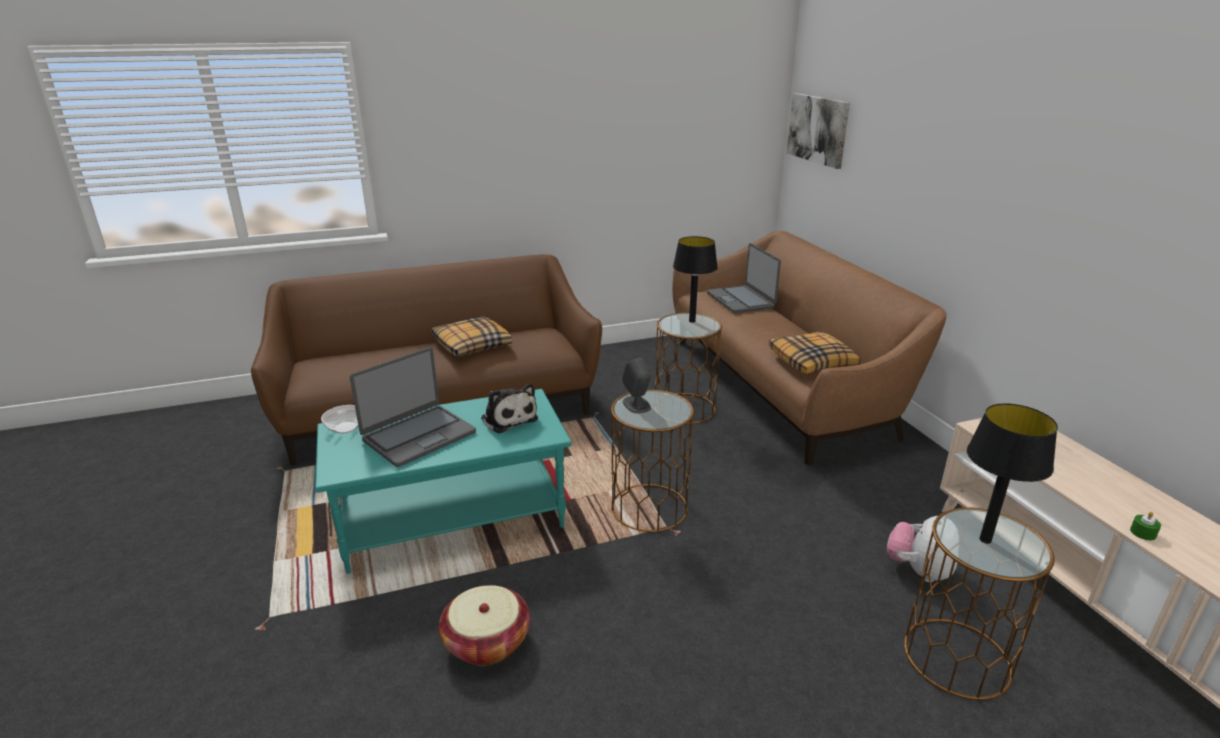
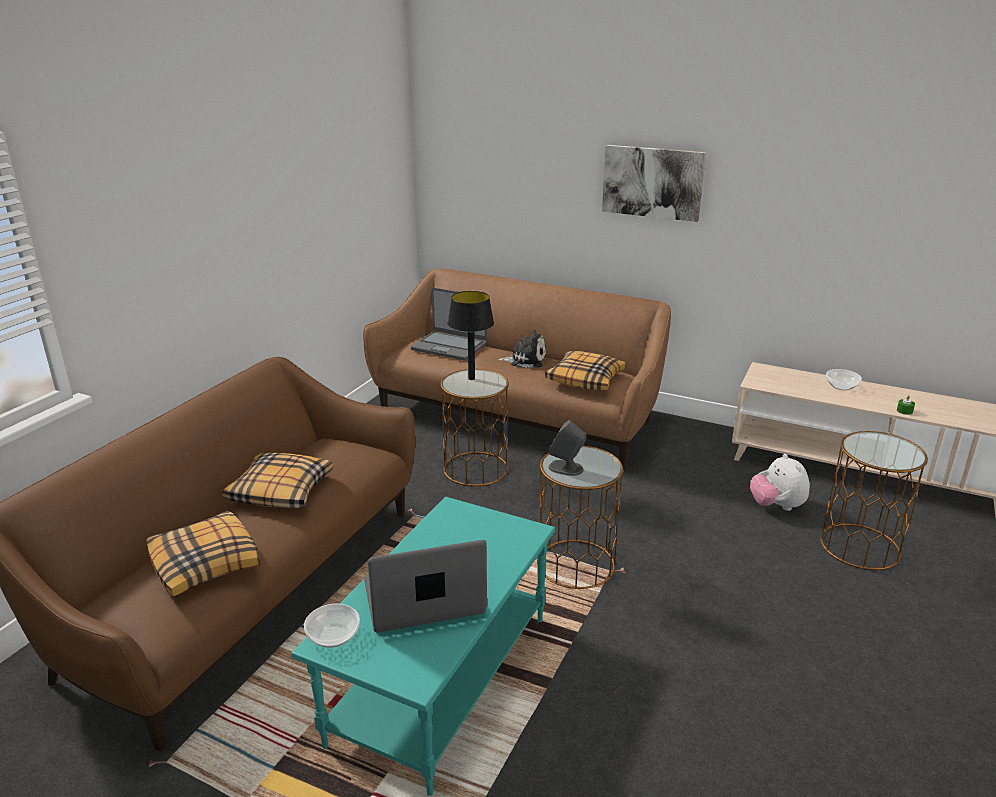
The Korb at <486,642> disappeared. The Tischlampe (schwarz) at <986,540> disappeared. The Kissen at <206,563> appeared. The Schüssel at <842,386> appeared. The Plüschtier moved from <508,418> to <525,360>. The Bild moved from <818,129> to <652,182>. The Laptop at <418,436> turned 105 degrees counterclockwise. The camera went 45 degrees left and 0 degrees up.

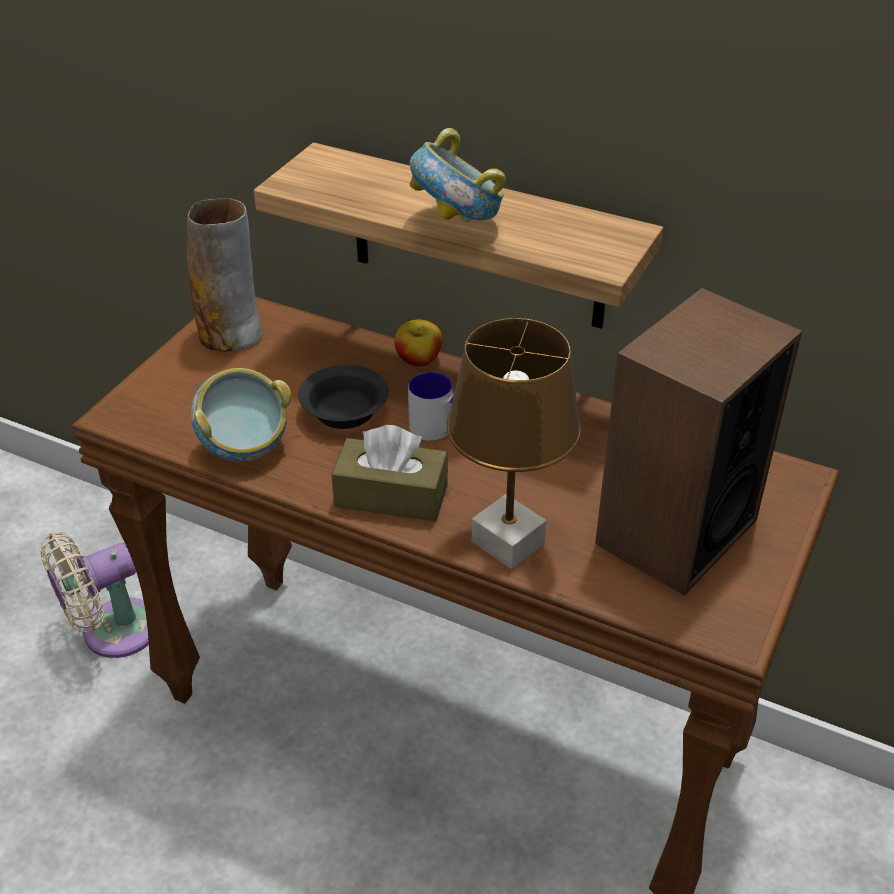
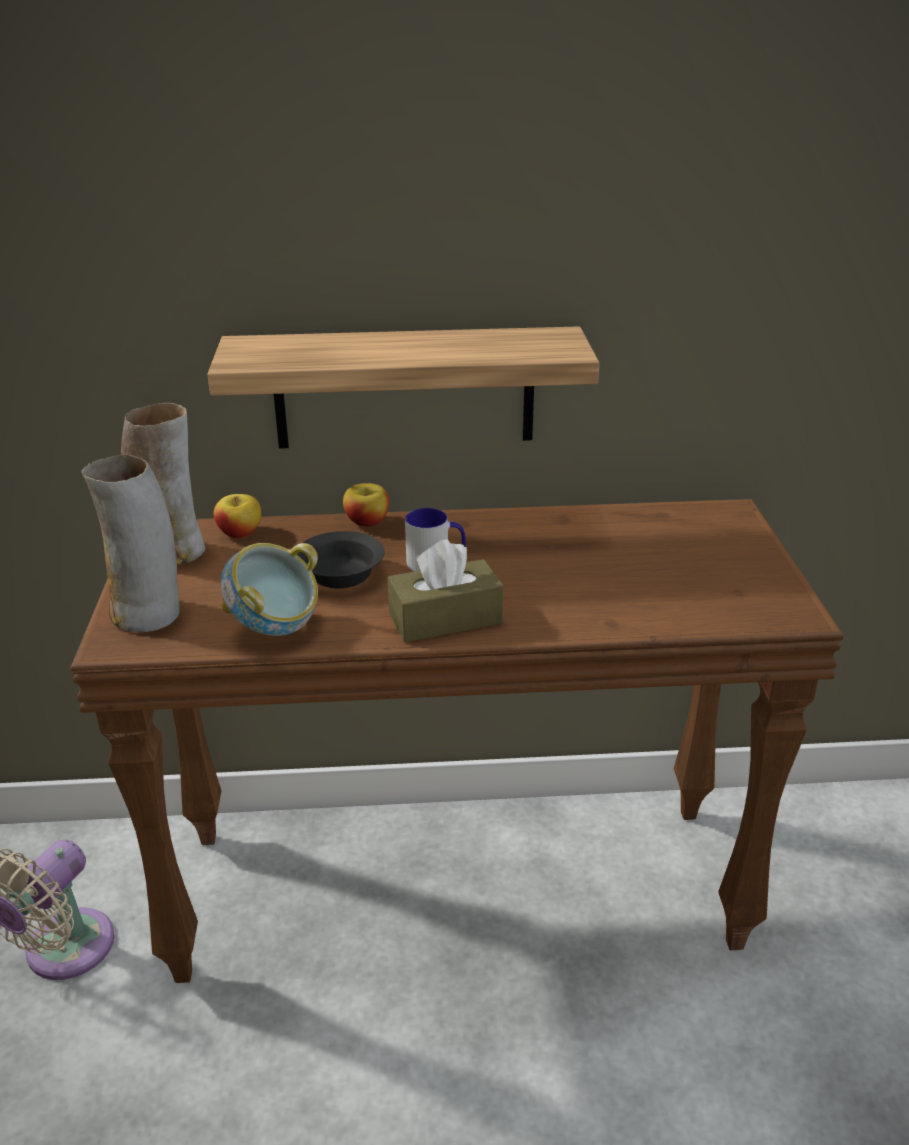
The Schüssel at <457,224> disappeared. The Tischlampe (braun) at <506,542> disappeared. The Lautsprecher at <675,531> disappeared. The Vase at <148,613> appeared. The Apfel at <240,533> appeared. The camera went 30 degrees left and 10 degrees down.

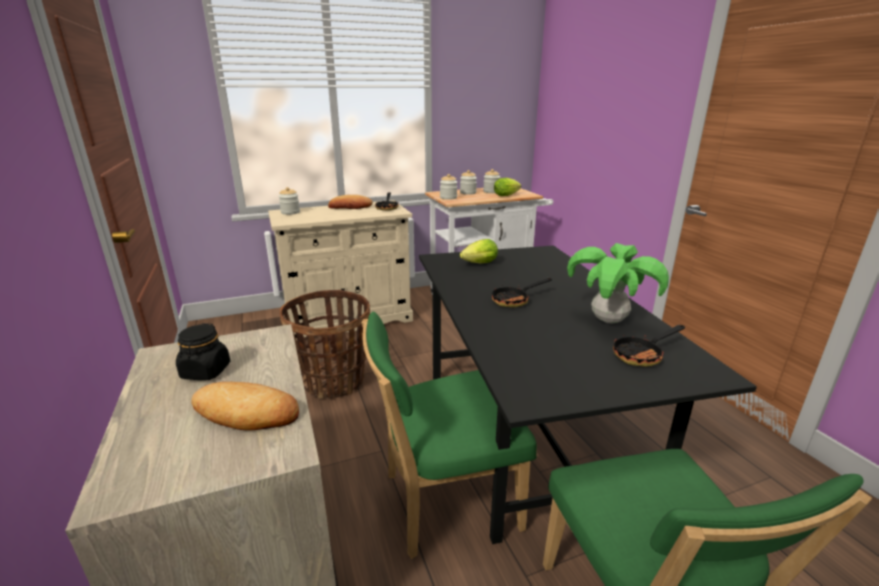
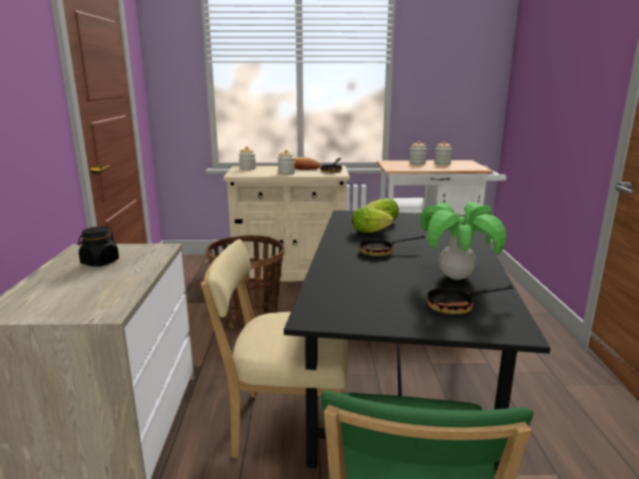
The Brot at <246,412> disappeared. The Vorratsglas moved from <448,198> to <286,173>. The Salatkopf moved from <507,195> to <372,232>. The Stuhl (grün) at <444,502> became the Stuhl (beige) at <285,425>. The camera went 20 degrees right and 5 degrees down.

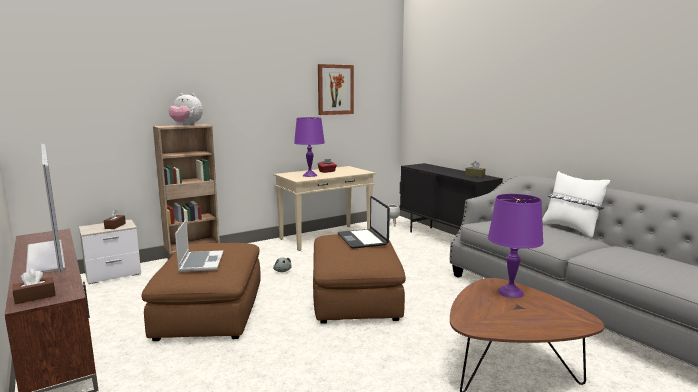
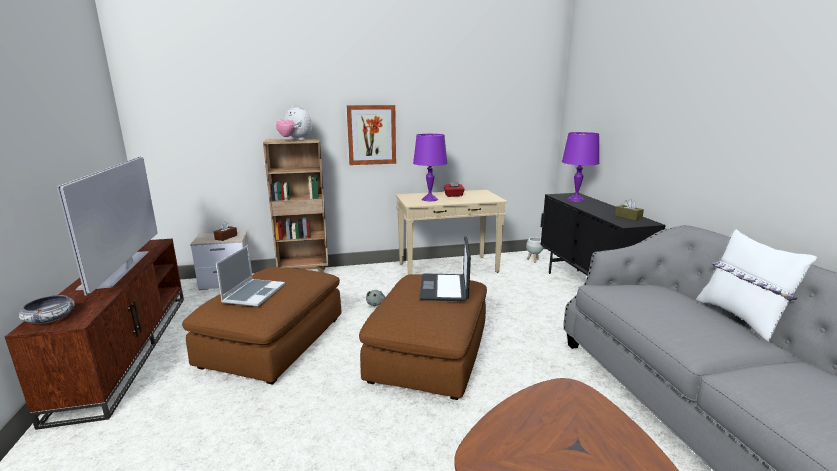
The Bild moved from <335,89> to <371,135>. The Tischlampe (lila) moved from <510,292> to <576,200>. The Taschentuchbox (braun) at <35,297> was replaced by the Schüssel at <50,319>. The camera went 20 degrees right and 5 degrees up.

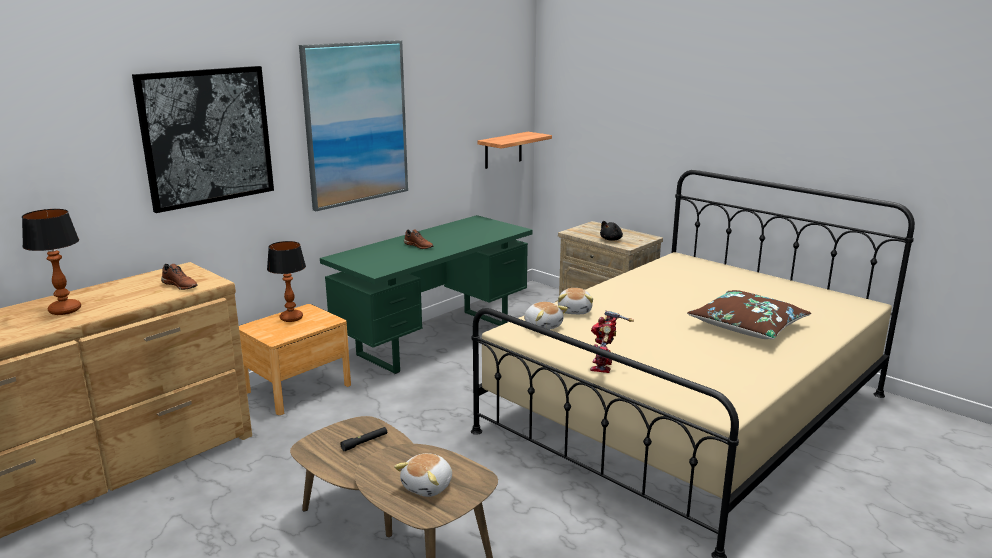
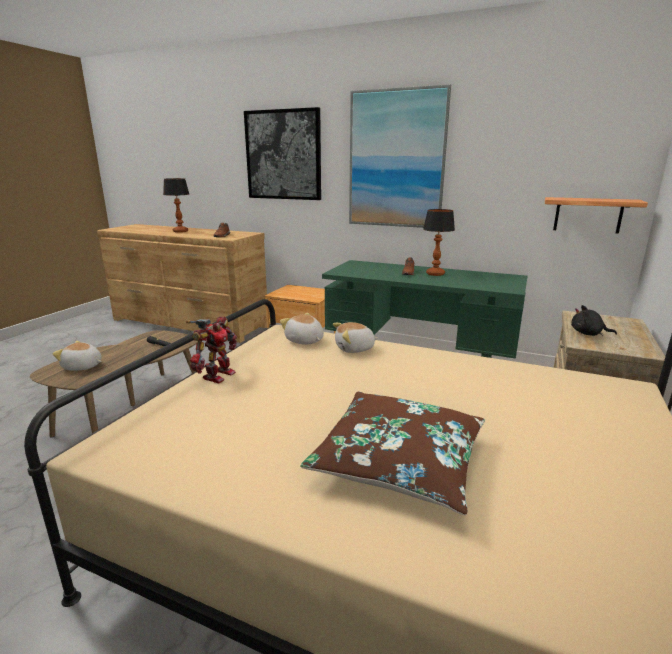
The Tischlampe moved from <291,318> to <435,274>. The Plüschtier at <543,326> turned 105 degrees clockwise. The Spielzeugroboter at <604,366> turned 120 degrees clockwise. The camera went 70 degrees right and 0 degrees up.

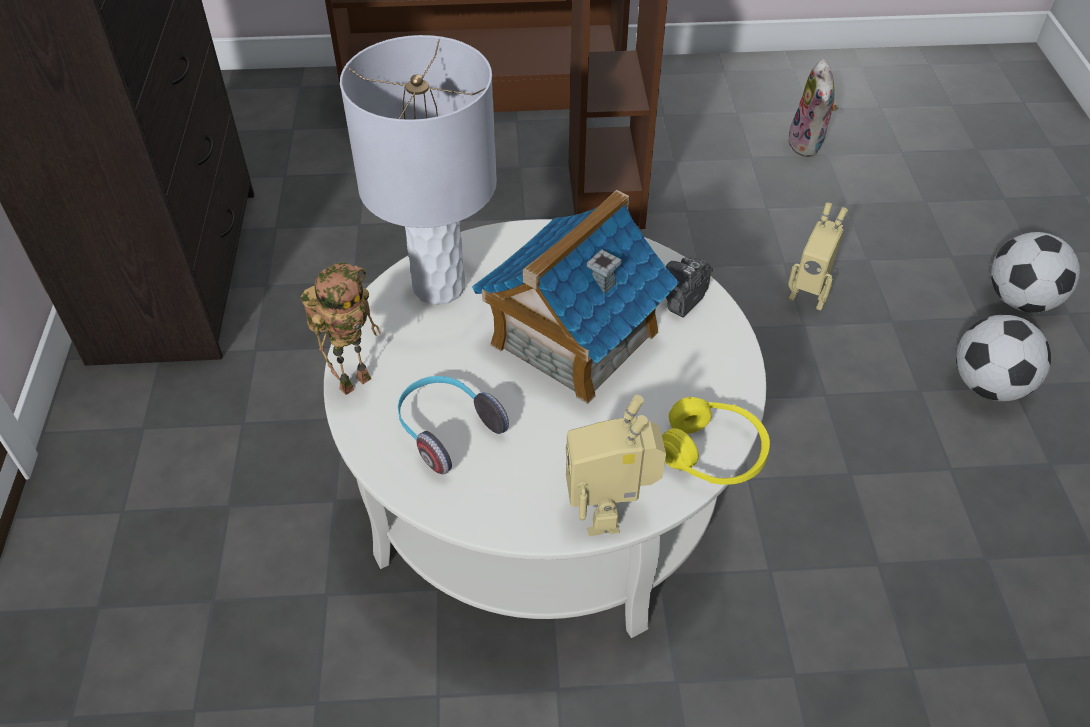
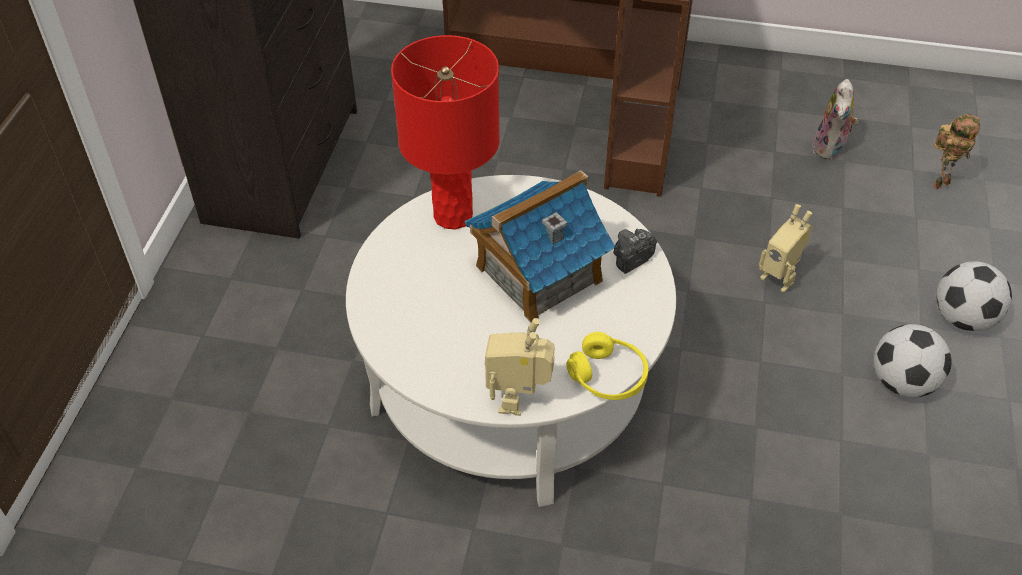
The Kopfhörer at <446,430> disappeared. The Spielzeugroboter moved from <355,380> to <940,183>. The Tischlampe (grau) at <440,287> became the Tischlampe (rot) at <453,216>. The camera went 15 degrees right and 0 degrees up.

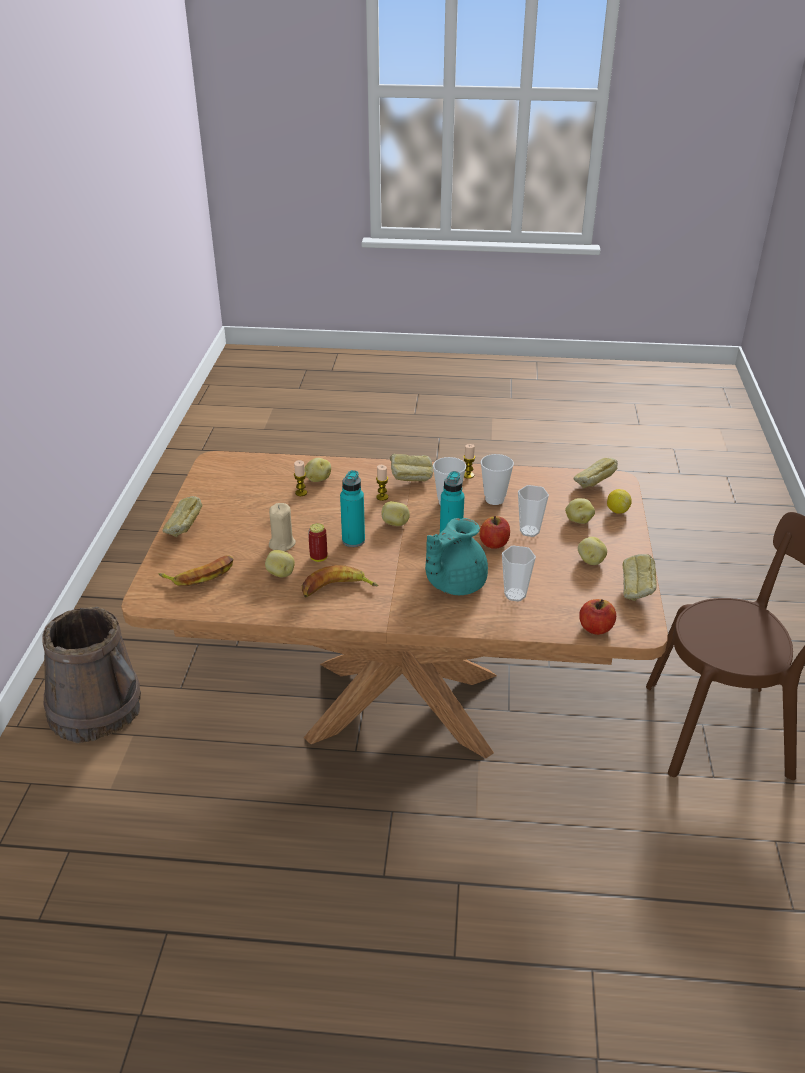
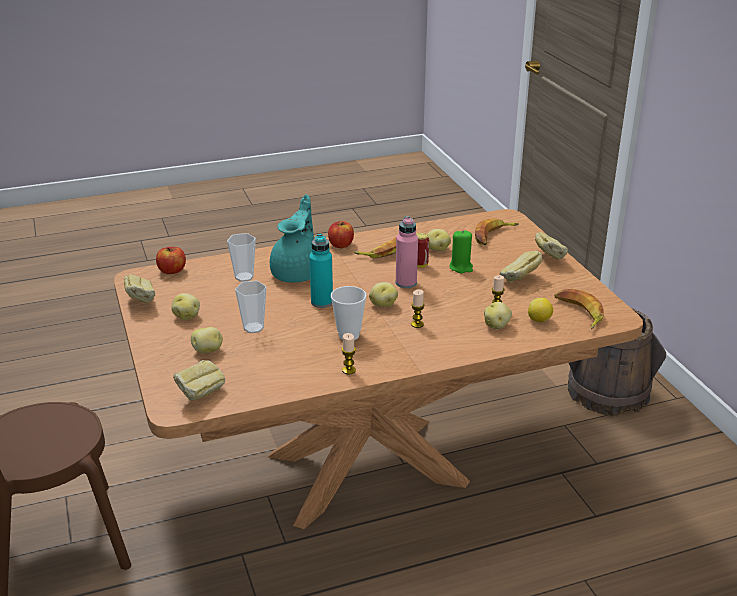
The Tasse at <494,499> disappeared. The Banane at <578,312> appeared. The Brot moved from <411,480> to <520,279>. The Apfel moved from <494,543> to <341,245>. The Zitrone moved from <617,510> to <539,320>. The Kerze (beige) at <282,543> became the Kerze (grün) at <461,267>. The Flasche (türkis) at <353,540> became the Flasche (rosa) at <406,283>. The camera went 155 degrees right and 5 degrees down.

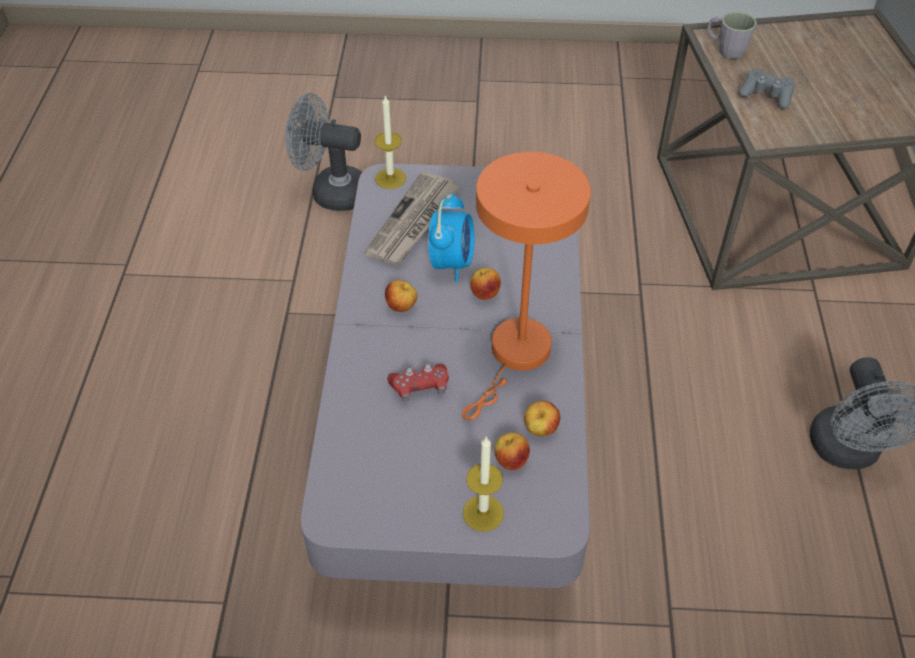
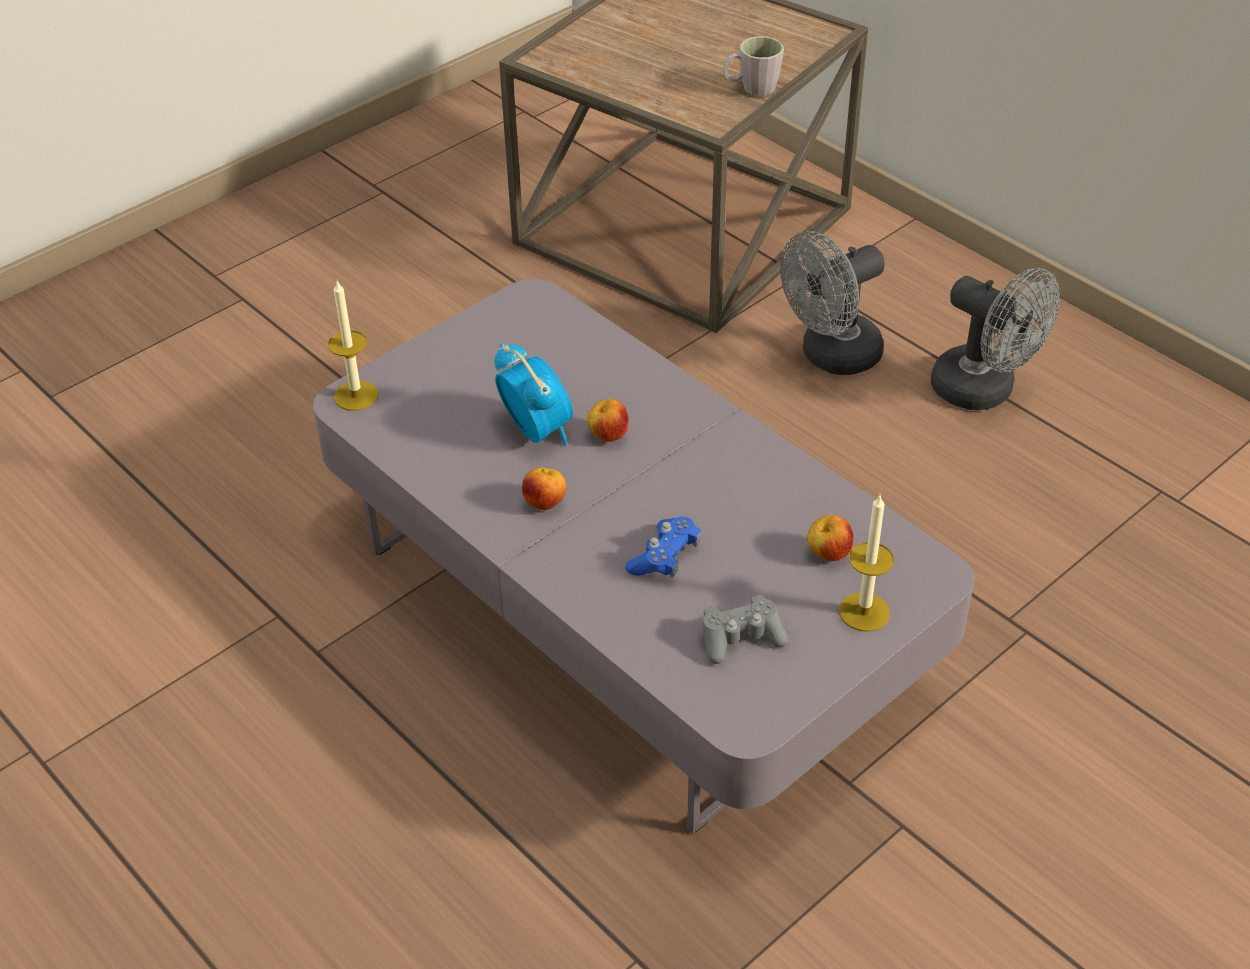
The Zeitung at <413,222> disappeared. The Tischlampe (orange) at <516,356> disappeared. The Apfel at <540,430> disappeared. The Ventilator (grau) moved from <331,192> to <831,357>. The Henkelbecher (grau) moved from <725,49> to <751,88>. The Gamepad (grau) moved from <766,95> to <741,638>. The Gamepad (rot) at <420,387> became the Gamepad (blau) at <665,557>. The camera went 45 degrees left and 5 degrees down.

